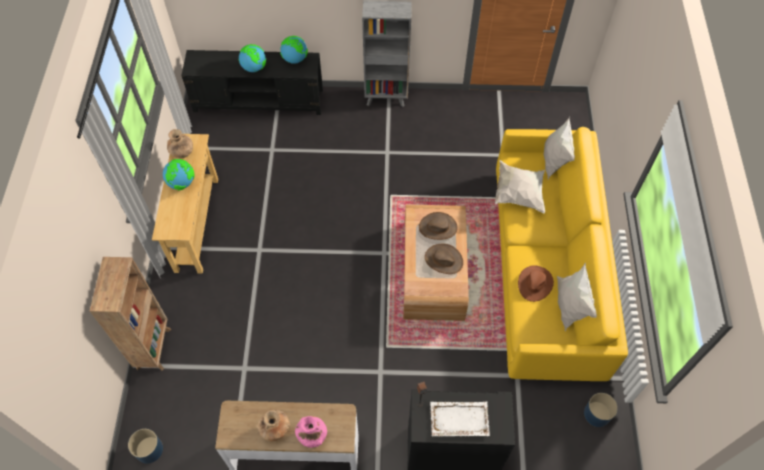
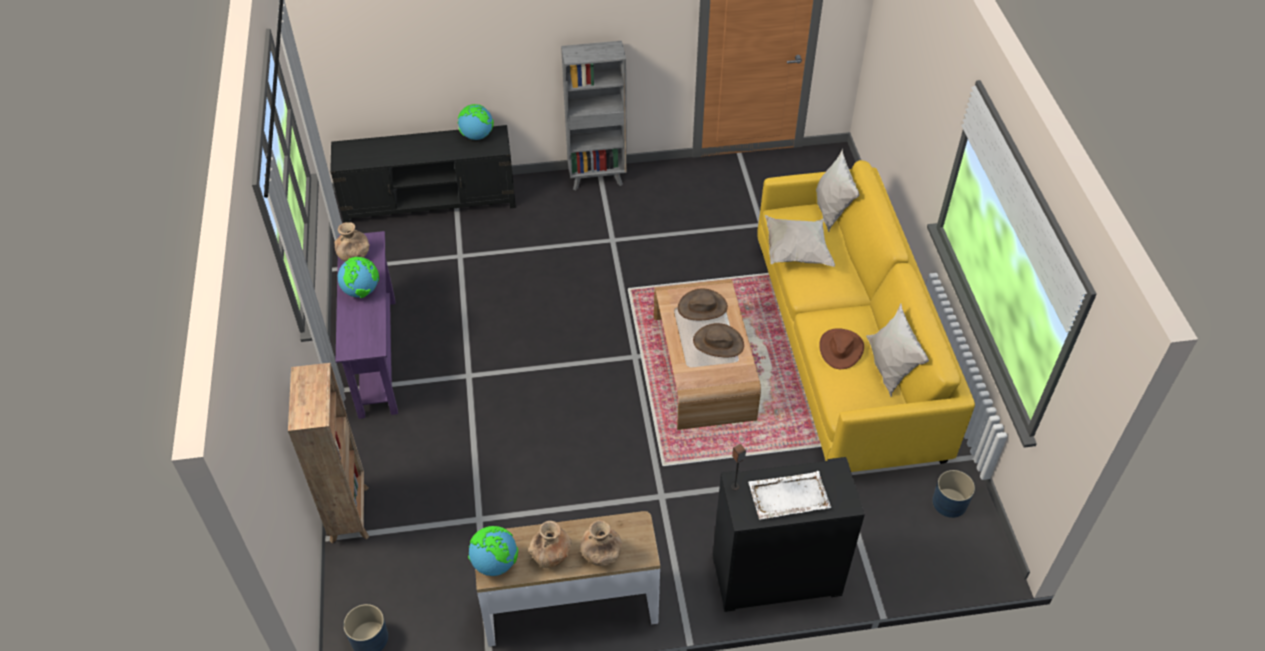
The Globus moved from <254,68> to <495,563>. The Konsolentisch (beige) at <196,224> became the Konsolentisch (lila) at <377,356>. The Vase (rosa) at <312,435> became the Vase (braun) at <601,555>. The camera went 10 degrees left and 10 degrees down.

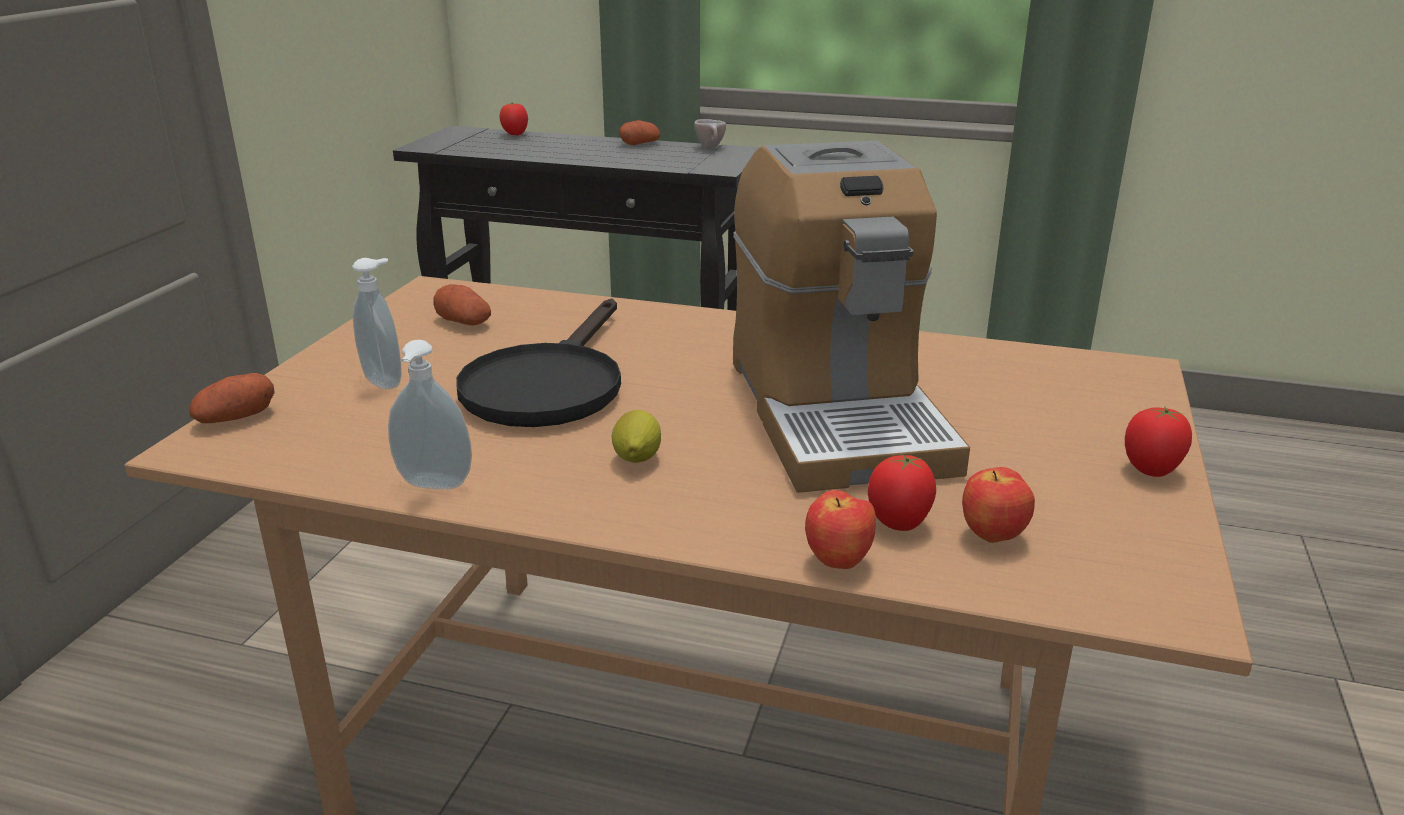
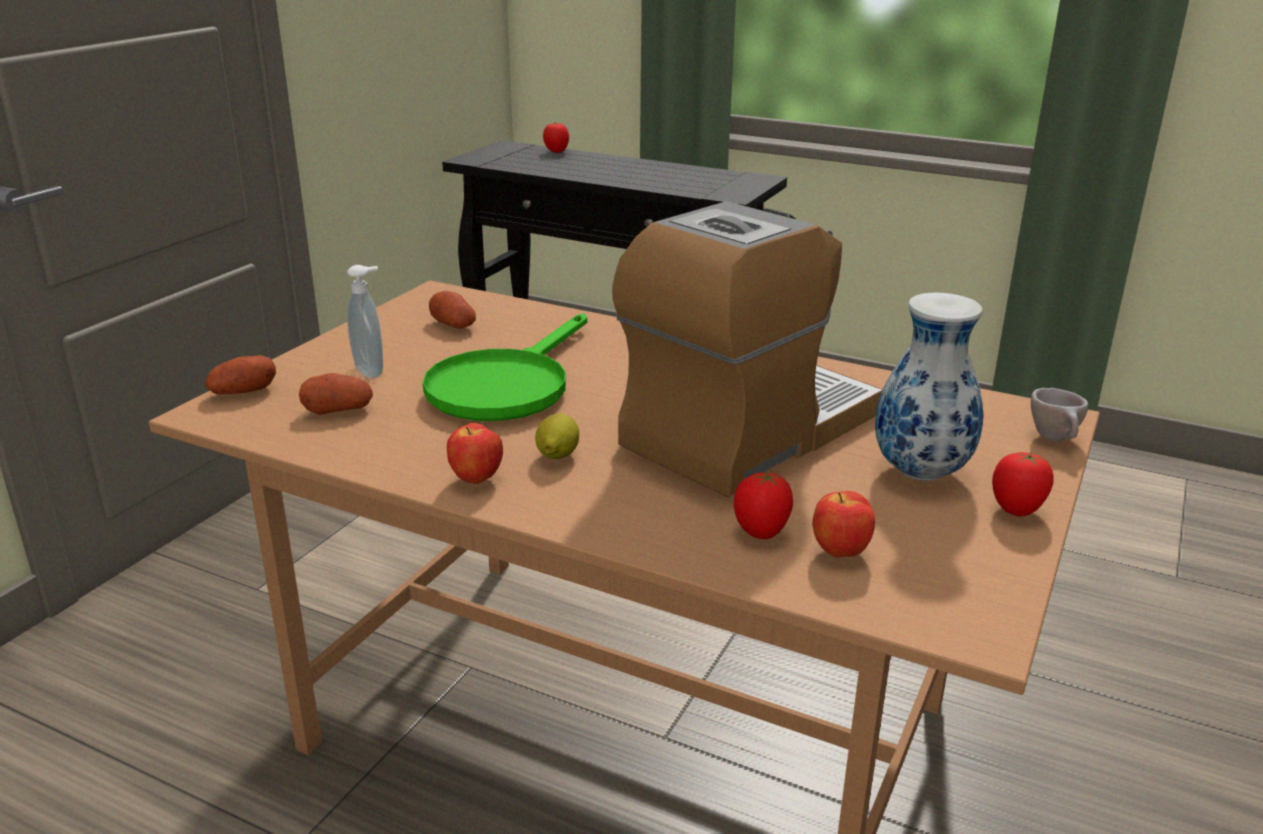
The Seifenspender at <433,486> disappeared. The Vase at <922,473> appeared. The Kartoffel moved from <640,144> to <338,410>. The Tasse (beige) moved from <711,148> to <1056,440>. The Apfel moved from <838,562> to <476,480>. The Pfanne (schwarz) at <549,384> became the Pfanne (grün) at <506,385>. The Kaffeemaschine at <835,412> turned 135 degrees counterclockwise. The camera went 10 degrees right and 0 degrees up.

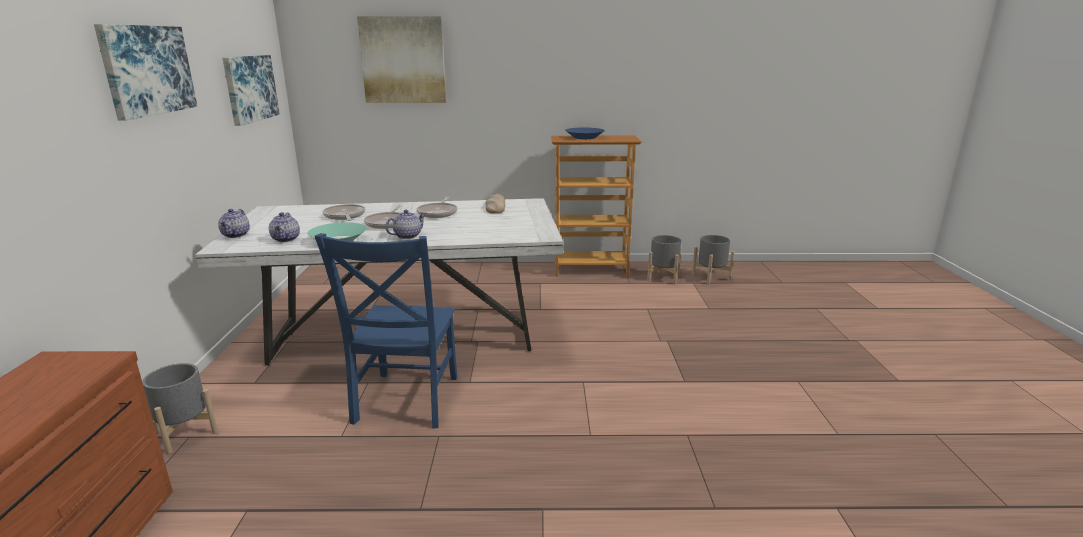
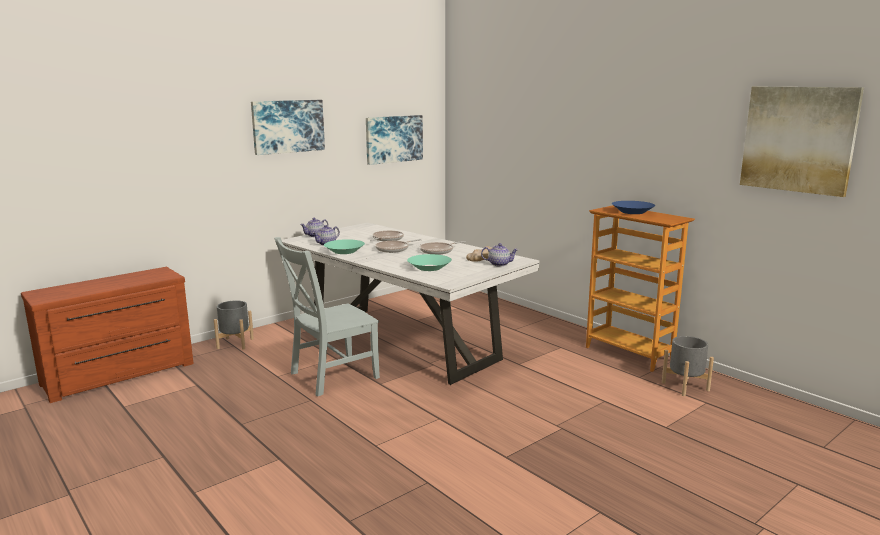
The Pflanzkübel (grau) at <711,277> disappeared. The Schüssel (türkis) at <429,267> appeared. The Bild moved from <403,60> to <798,139>. The Teekanne moved from <407,236> to <499,264>. The Stuhl (blau) at <405,402> became the Stuhl (grau) at <330,376>. The camera went 50 degrees right and 5 degrees down.

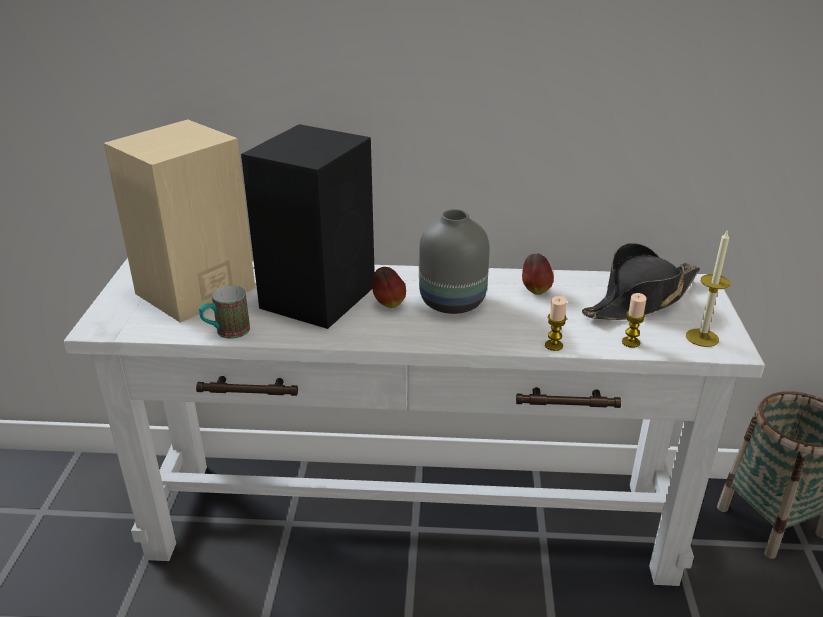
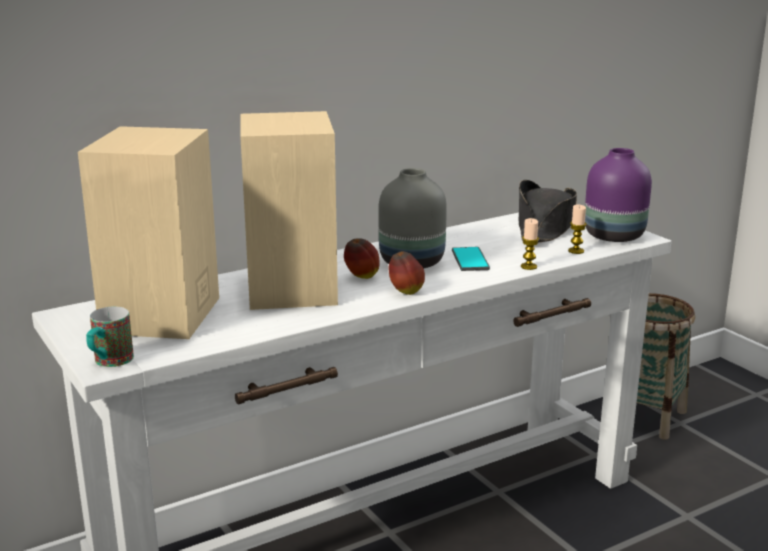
The Handy at <470,260> appeared. The Henkelbecher moved from <226,332> to <109,362>. The Apfel moved from <535,291> to <405,292>. The Kerze at <702,337> was replaced by the Vase (lila) at <615,236>. The Lautsprecher (schwarz) at <320,296> became the Lautsprecher (beige) at <291,287>. The camera went 35 degrees left and 10 degrees down.

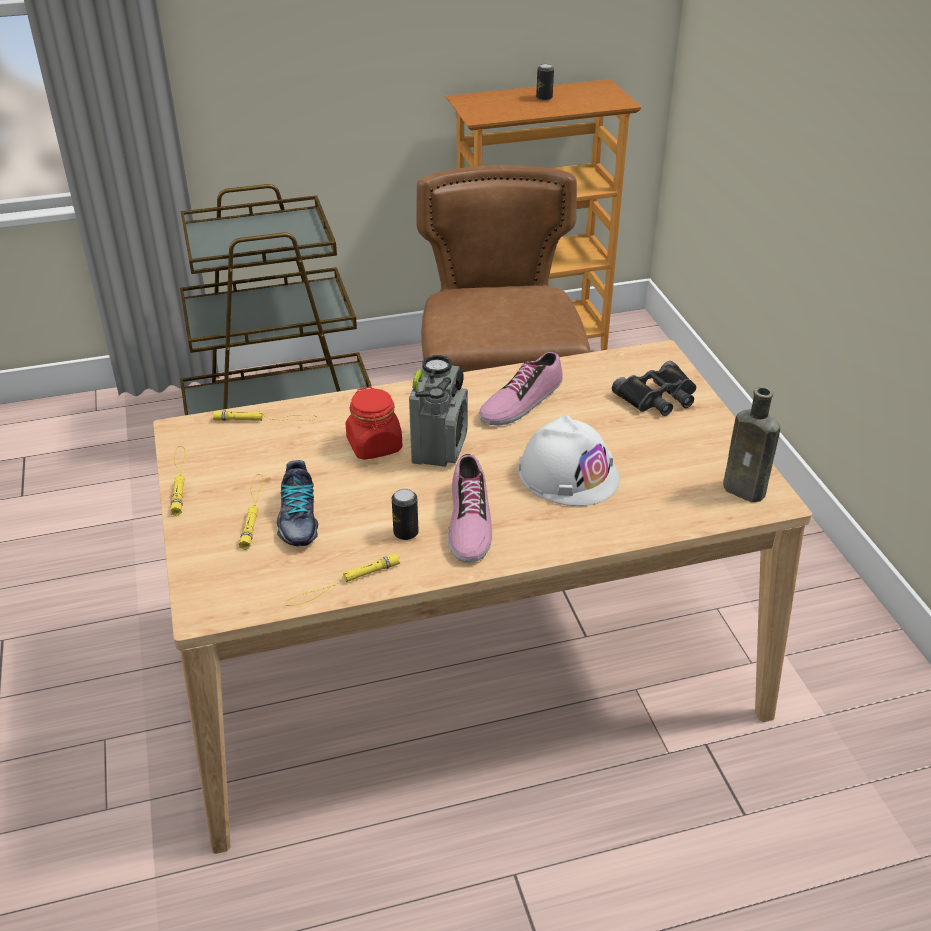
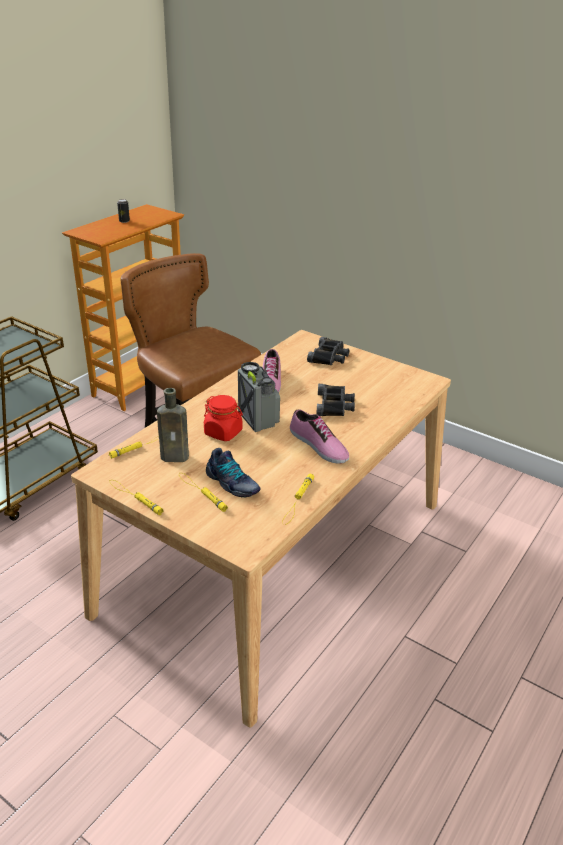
The Dose at <406,533> disappeared. The Flasche (braun) moved from <747,491> to <177,457>. The Schutzhelm (weiß) at <568,474> was replaced by the Fernglas (schwarz) at <334,405>. The camera went 40 degrees left and 5 degrees down.

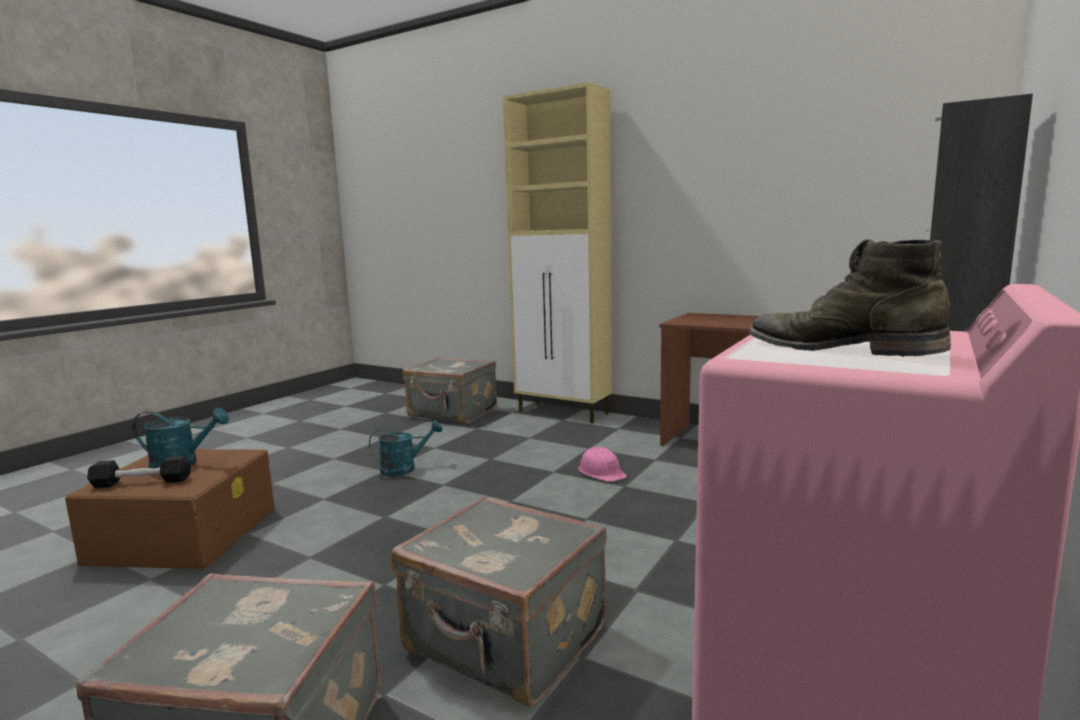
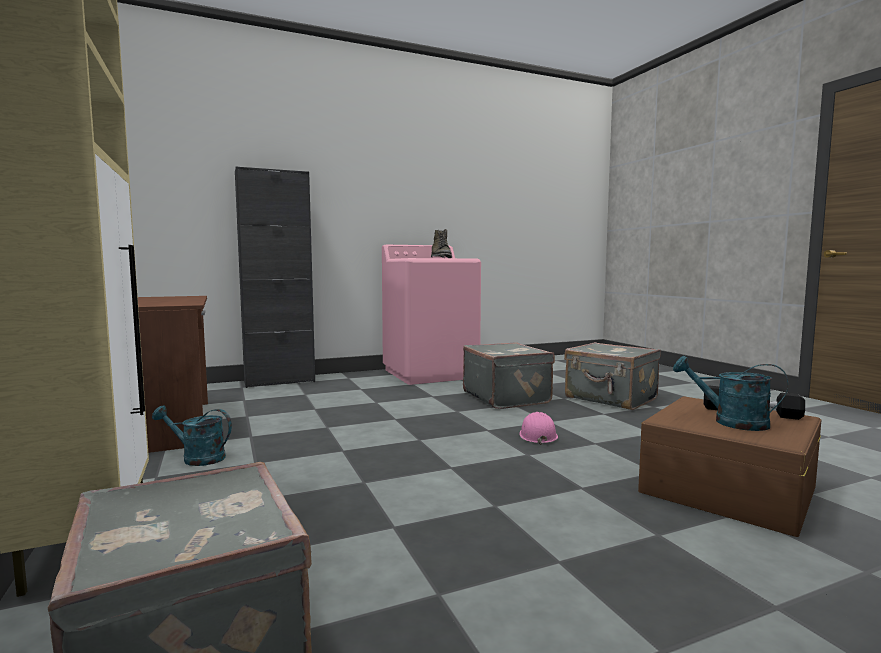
The Gießkanne (türkis) moved from <404,468> to <197,458>. The Schutzhelm (rosa) moved from <601,472> to <537,435>. The camera went 145 degrees left and 5 degrees down.

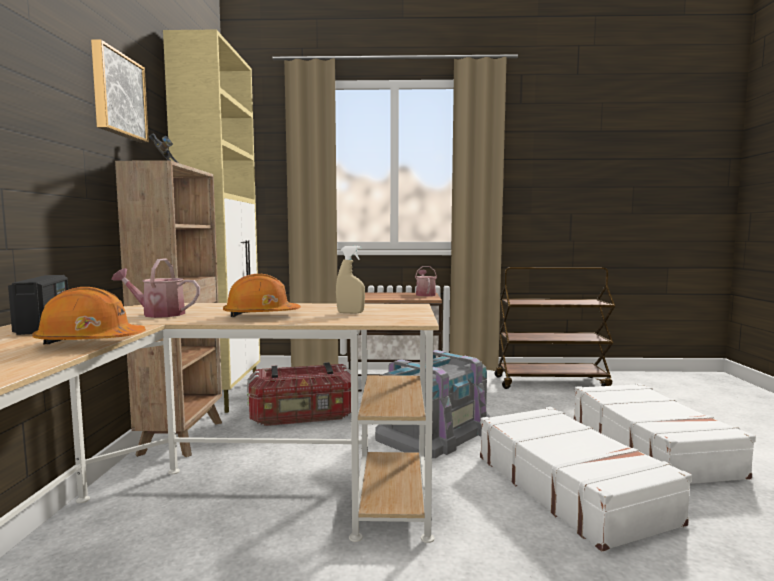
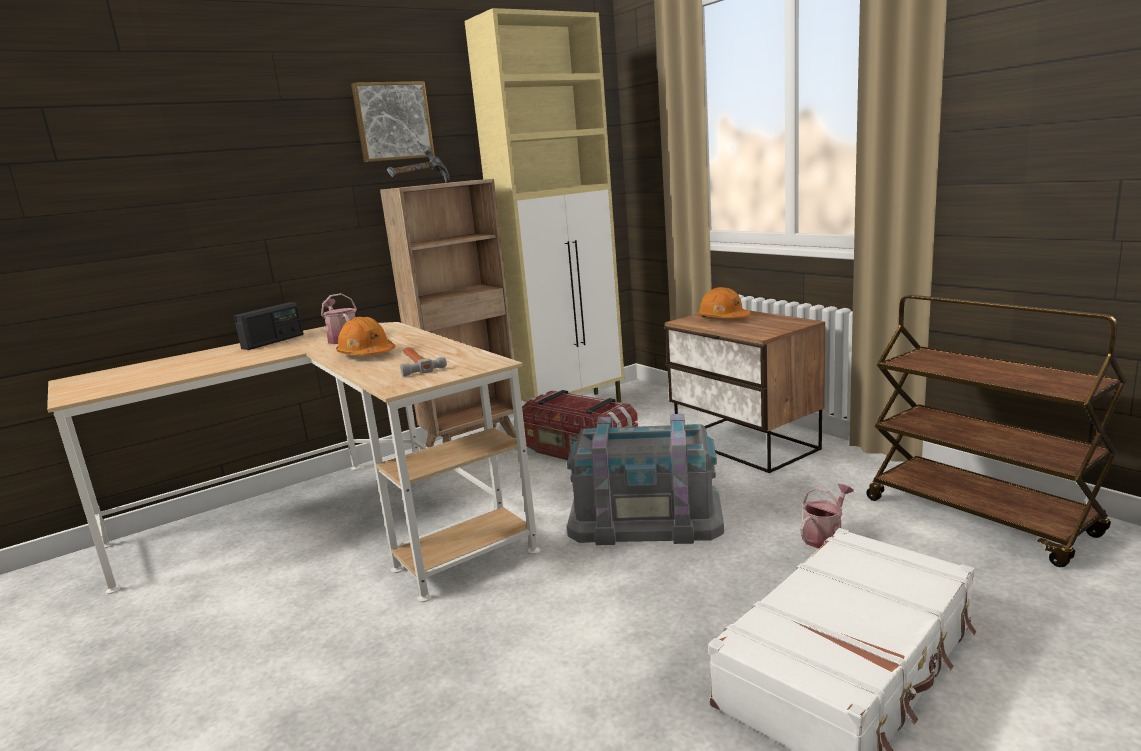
The Koffer (weiß) at <571,487> disappeared. The Schutzhelm (orange) moved from <90,342> to <723,318>. The Gießkanne moved from <425,294> to <825,536>. The Sprühflasche (beige) at <350,313> was replaced by the Hammer at <416,364>. The camera went 55 degrees right and 10 degrees up.

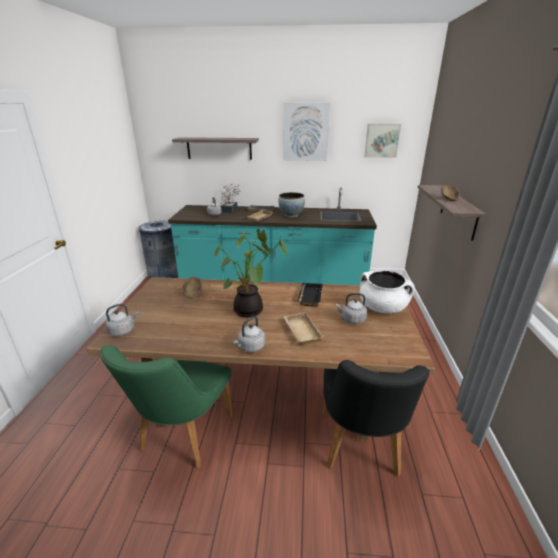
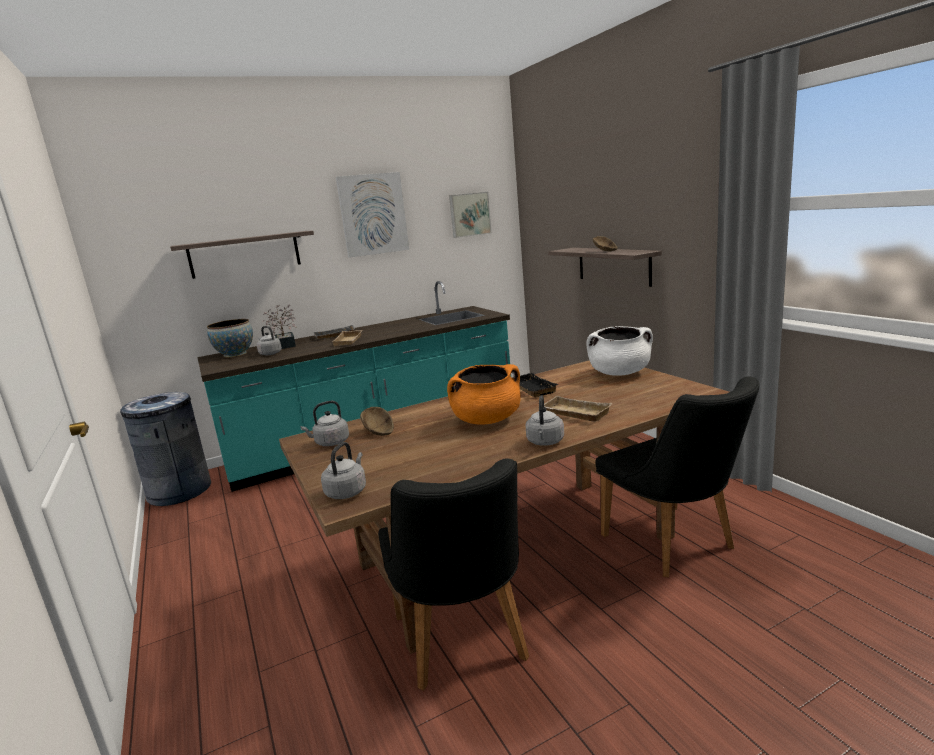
The Schüssel moved from <291,215> to <235,354>. The Wasserkessel (grau) moved from <351,319> to <330,443>. The Topfpflanze at <249,312> was replaced by the Kochtopf (orange) at <487,420>. The Stuhl (grün) at <181,438> became the Stuhl (schwarz) at <464,645>. The camera went 30 degrees left and 10 degrees down.

